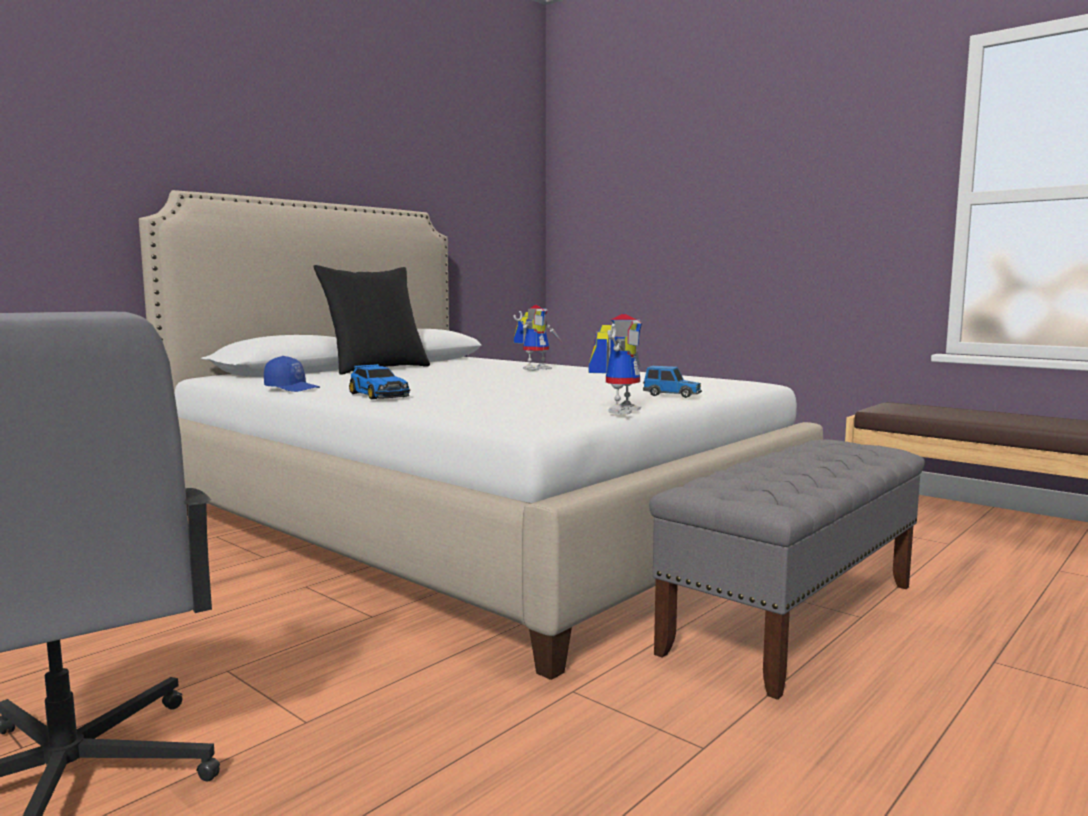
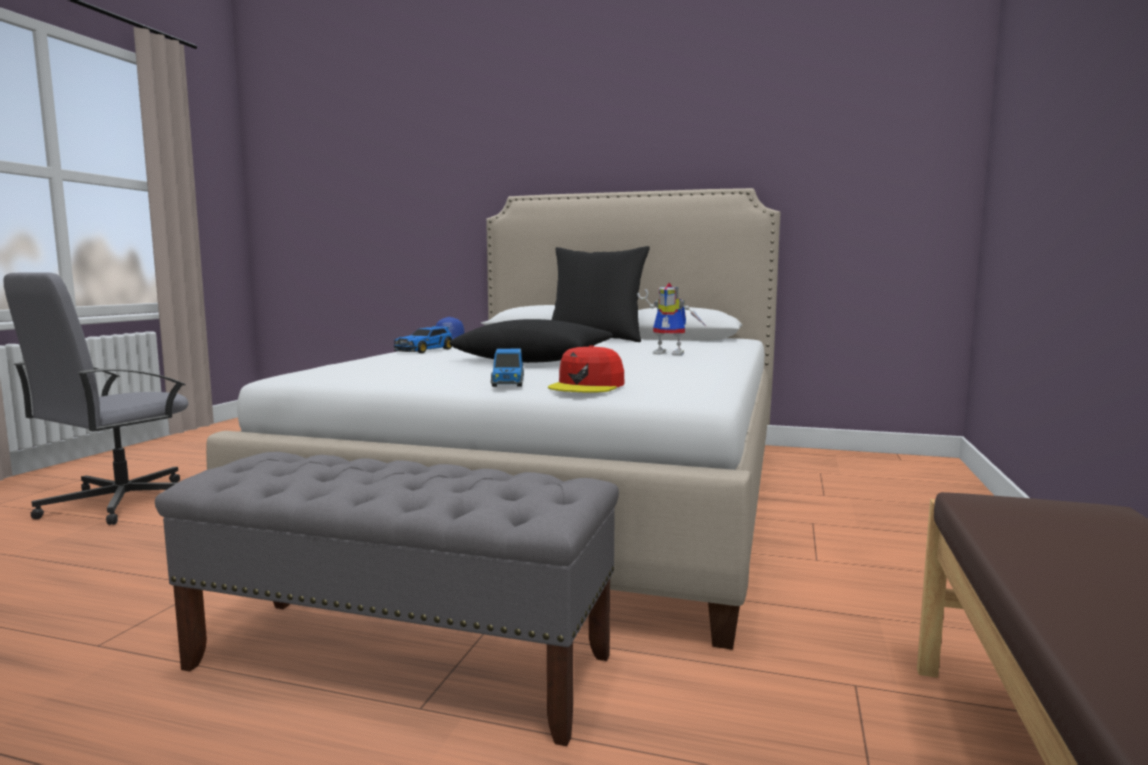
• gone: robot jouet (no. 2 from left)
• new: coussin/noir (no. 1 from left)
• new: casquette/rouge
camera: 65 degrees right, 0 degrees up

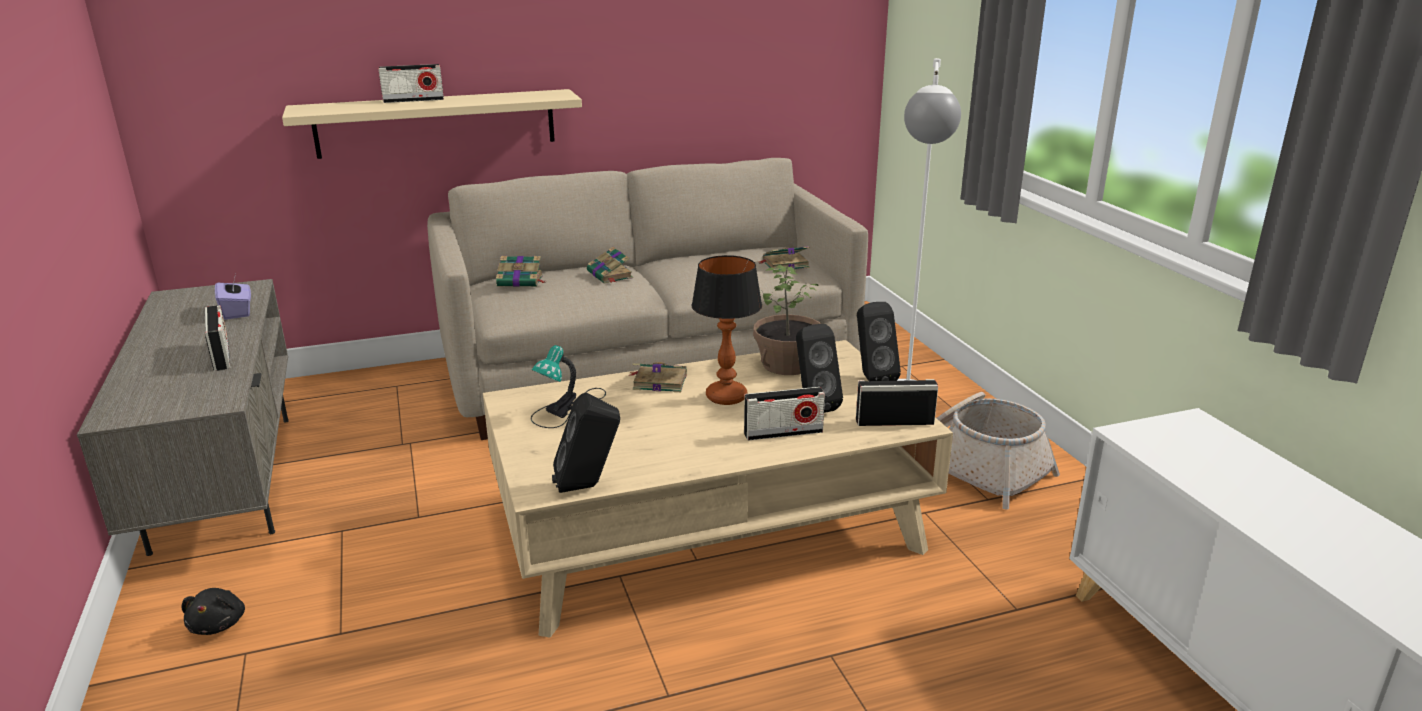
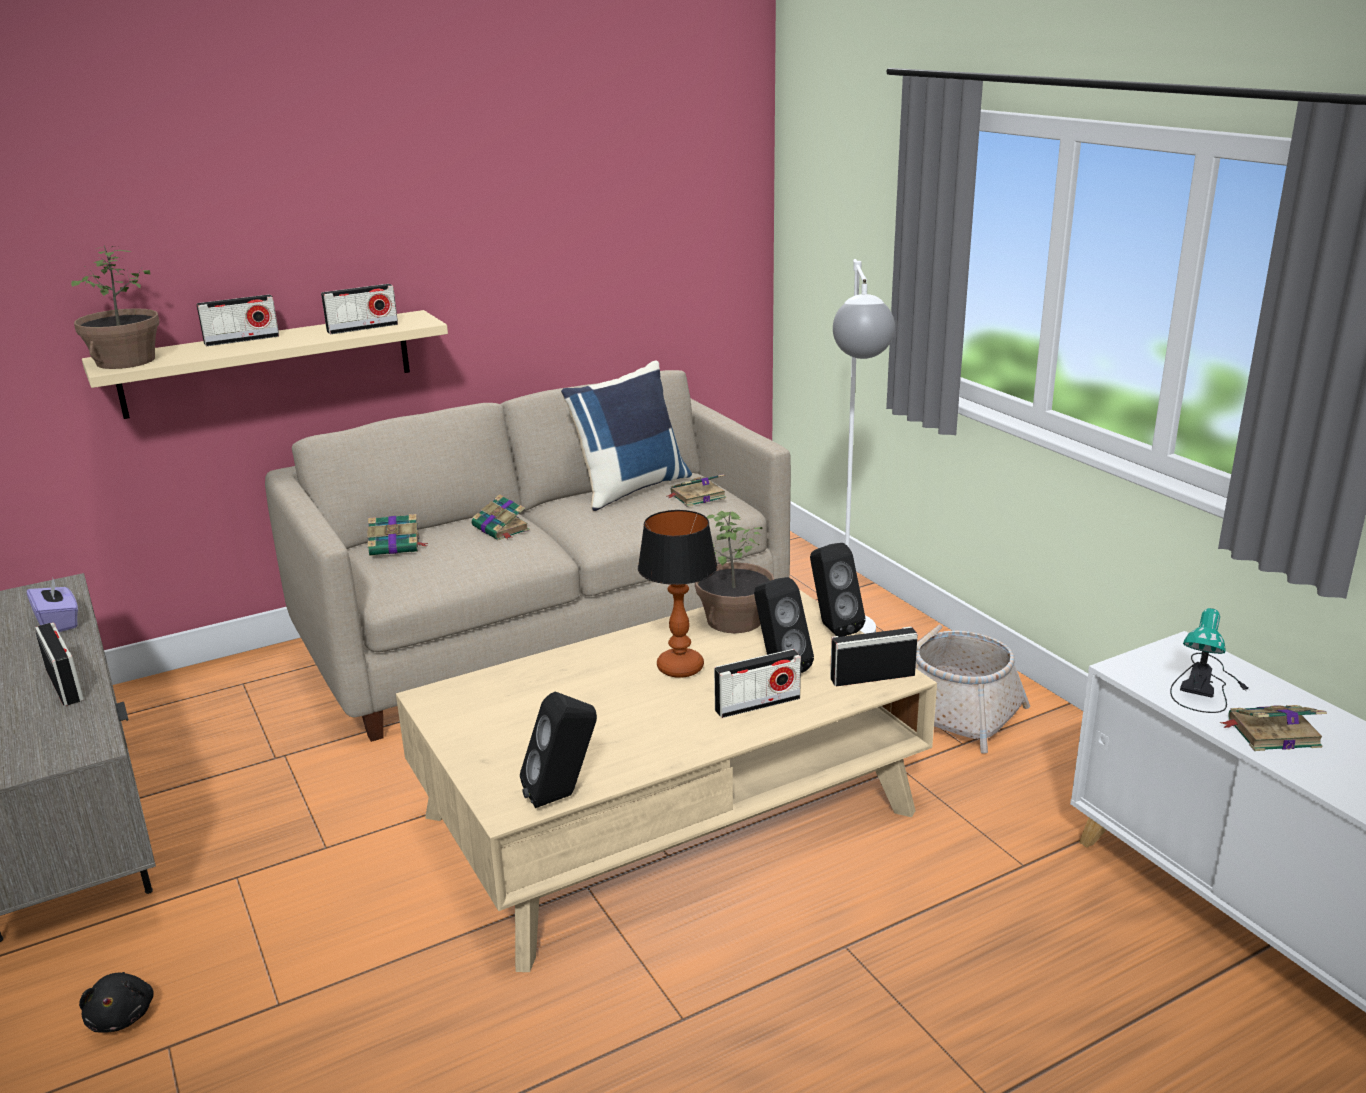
• shifted: lampe de table (no. 1 from left in the first image) to lampe de table (no. 2 from left)
• shifted: livre (no. 3 from left in the first image) to livre (no. 4 from left)
• new: plante en pot (no. 1 from left)
• new: radio (no. 3 from left)
• new: coussin/bleu
camera: 10 degrees left, 0 degrees up

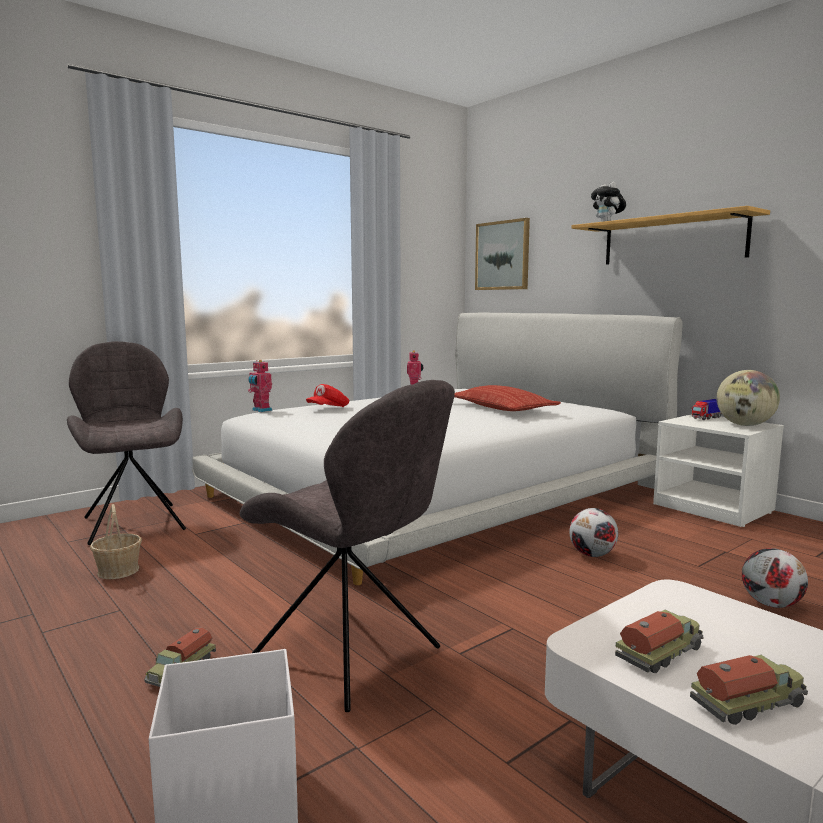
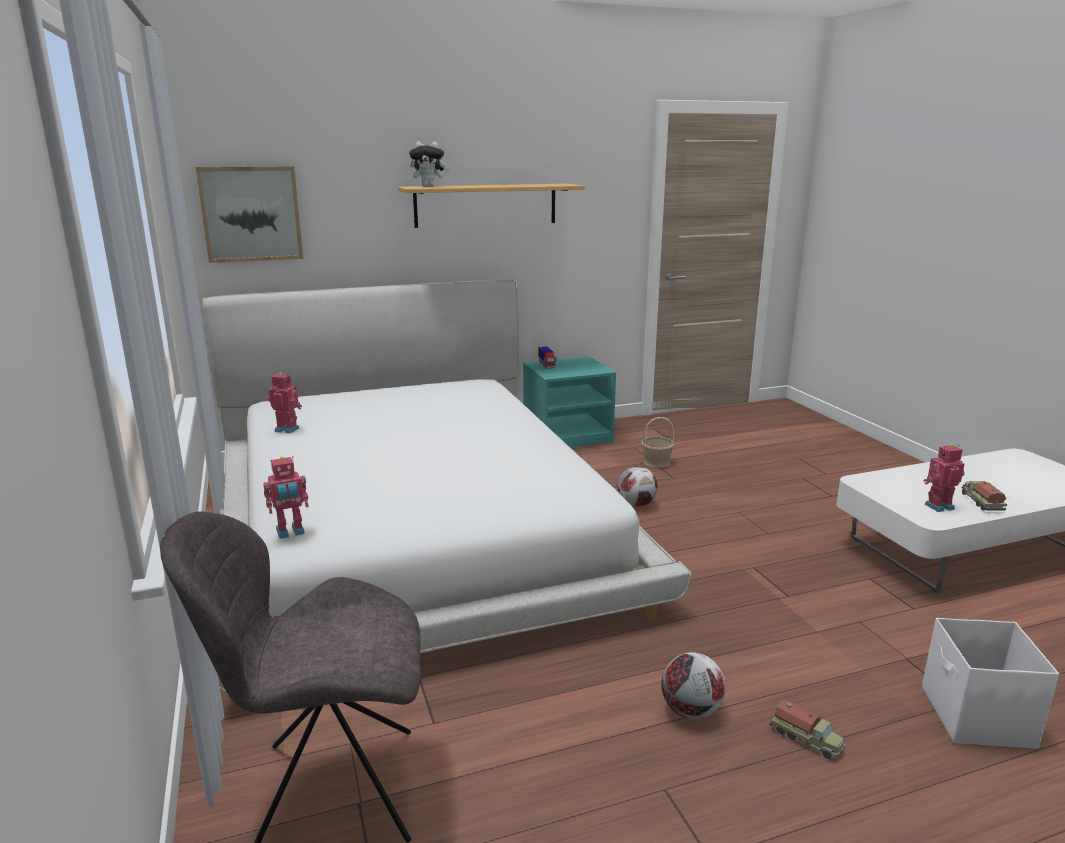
• shifted: panier
• gone: chaise/gris (no. 2 from left)
• gone: casquette/rouge
• gone: coussin
• swapped: camion jouet (no. 2 from left) to robot jouet (no. 3 from left)
• repainted: table de chevet/blanc to table de chevet/turquoise
• gone: globe
• shifted: ballon de foot (no. 2 from left)
camera: 70 degrees left, 10 degrees up

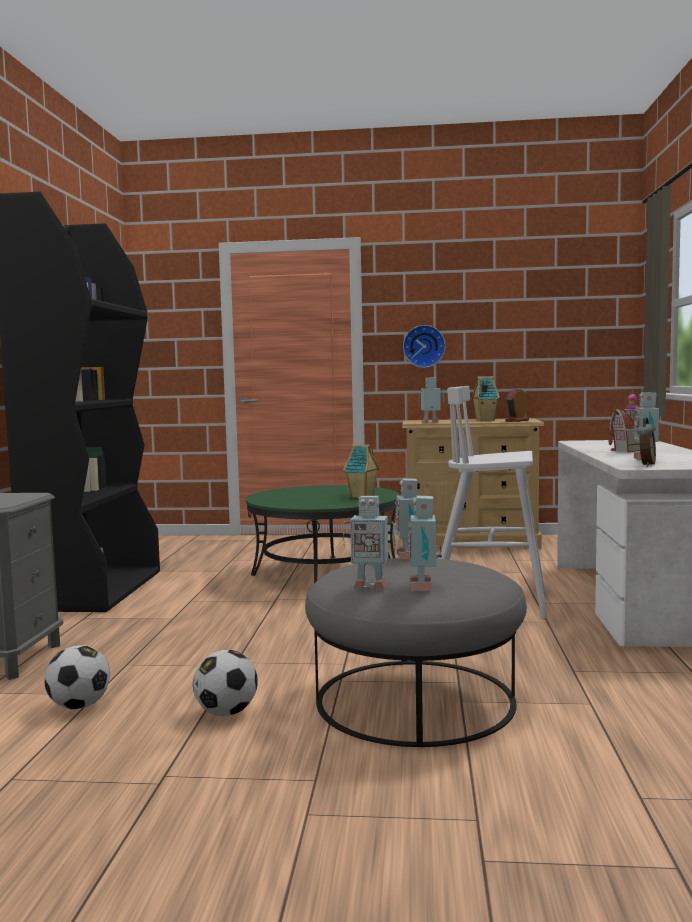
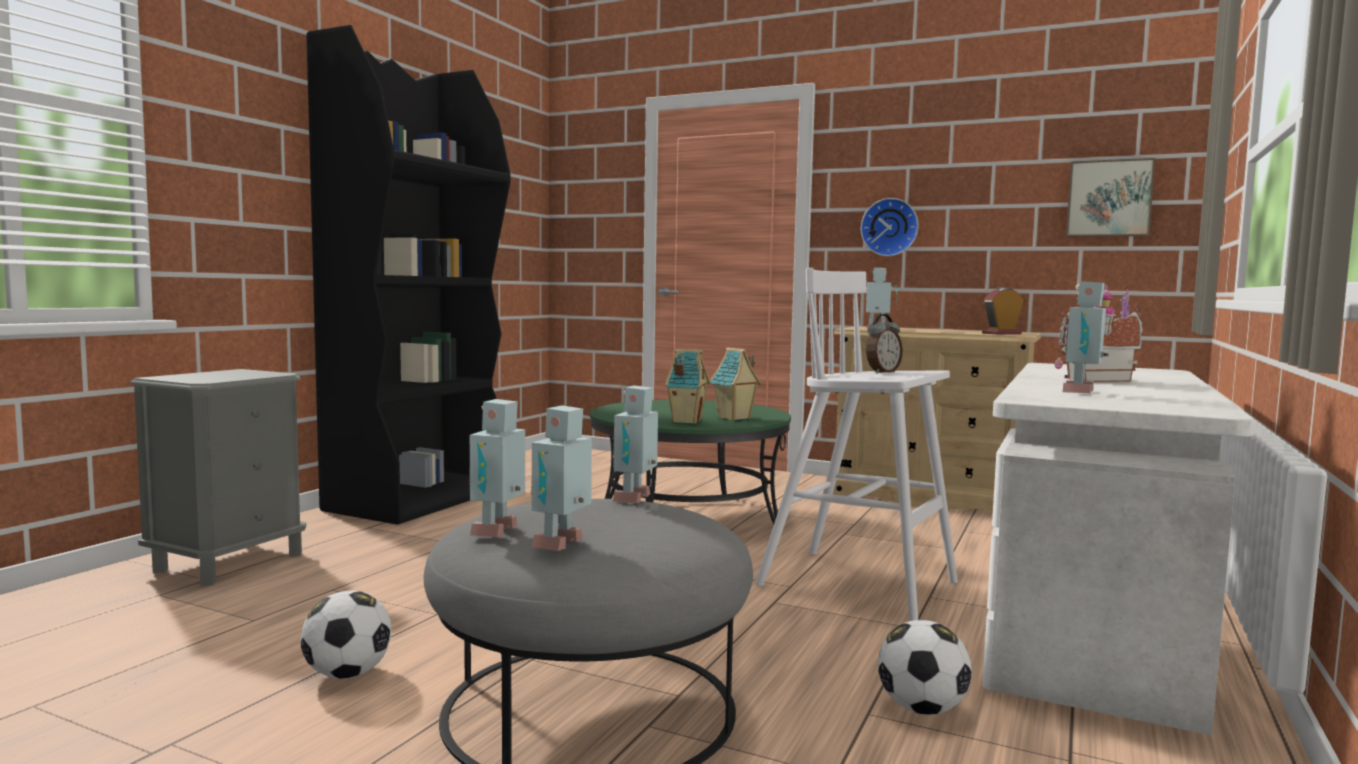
• shifted: ballon de foot (no. 1 from left in the first image) to ballon de foot (no. 2 from left)
• rotated: robot jouet (no. 1 from left) 75 degrees clockwise
• shifted: maison miniature (no. 2 from left in the first image) to maison miniature (no. 1 from left)
• shifted: réveil (no. 2 from left in the first image) to réveil (no. 1 from left)
• new: tableau
camera: 20 degrees right, 0 degrees up

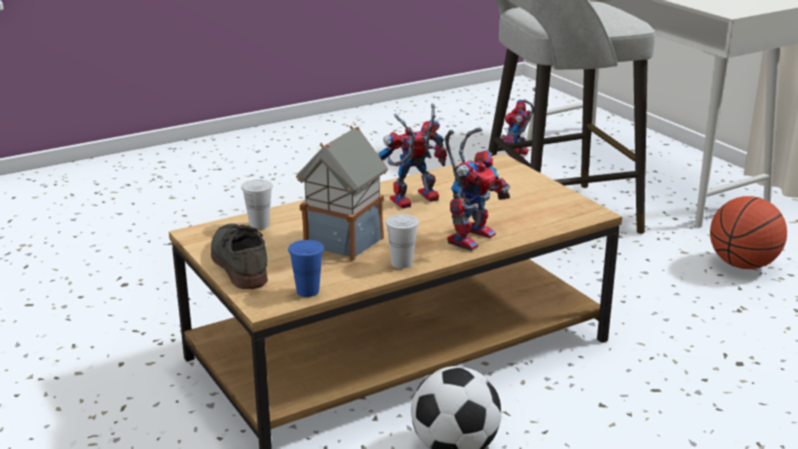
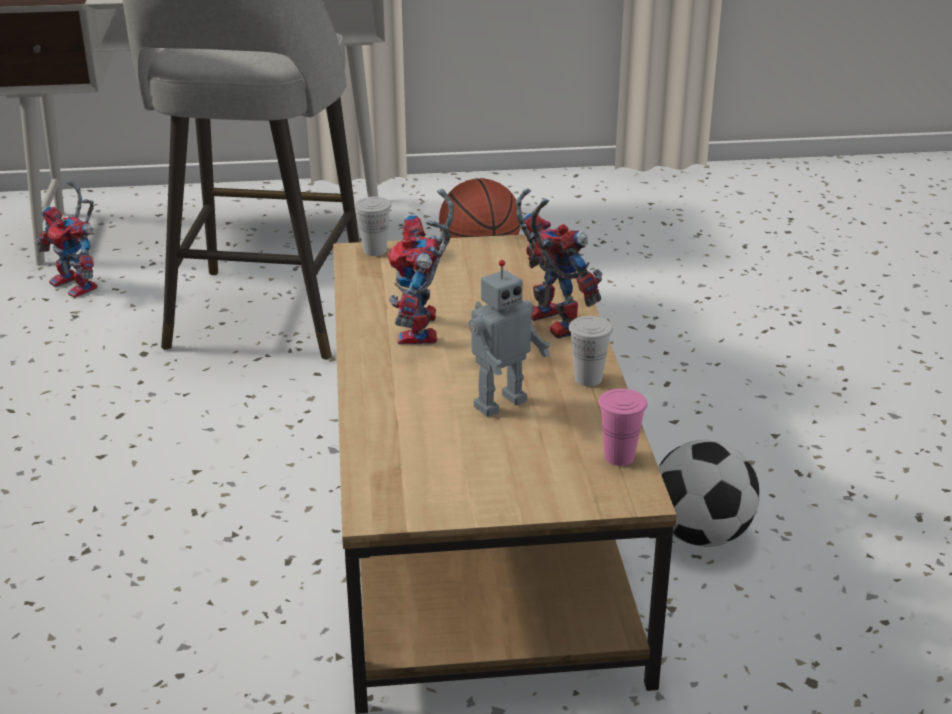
• gone: chaussure/gris
• shifted: tasse/blanc (no. 1 from left)
• repainted: tasse/bleu to tasse/rose
• swapped: maison miniature to robot jouet (no. 3 from left)
camera: 65 degrees left, 5 degrees up

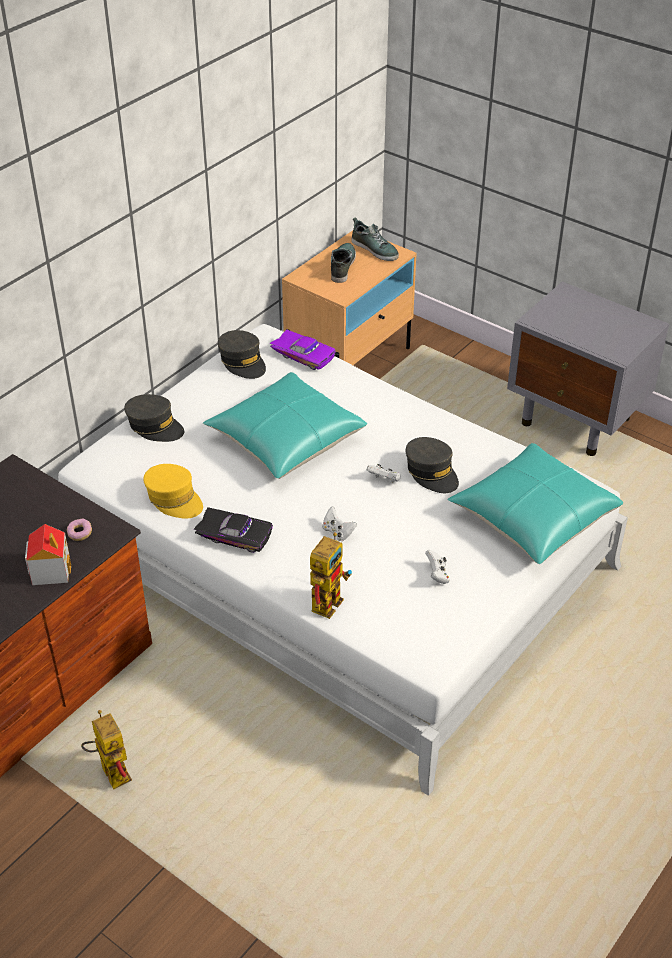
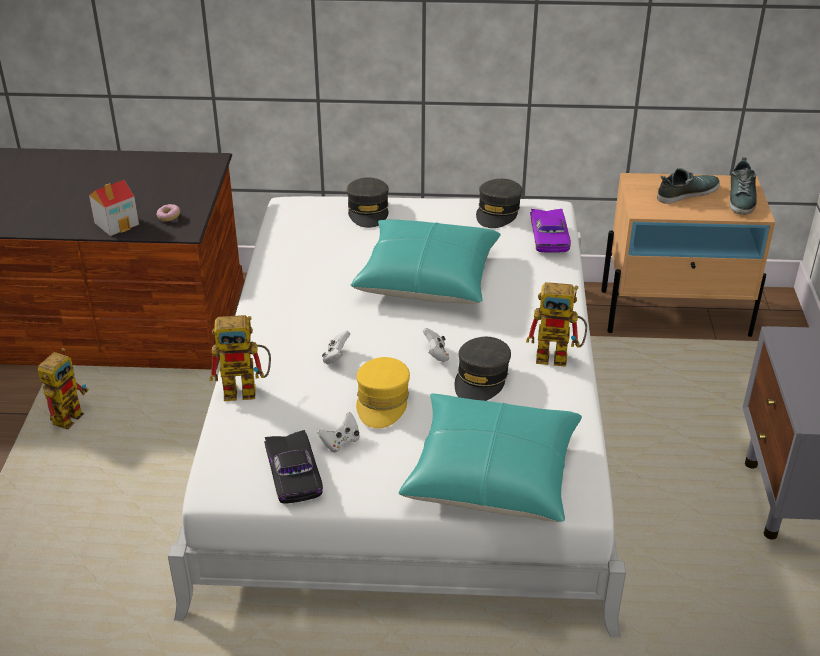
• shifted: casquette/jaune
• shifted: petite voiture/noir
• new: robot jouet (no. 3 from left)
camera: 55 degrees right, 5 degrees down

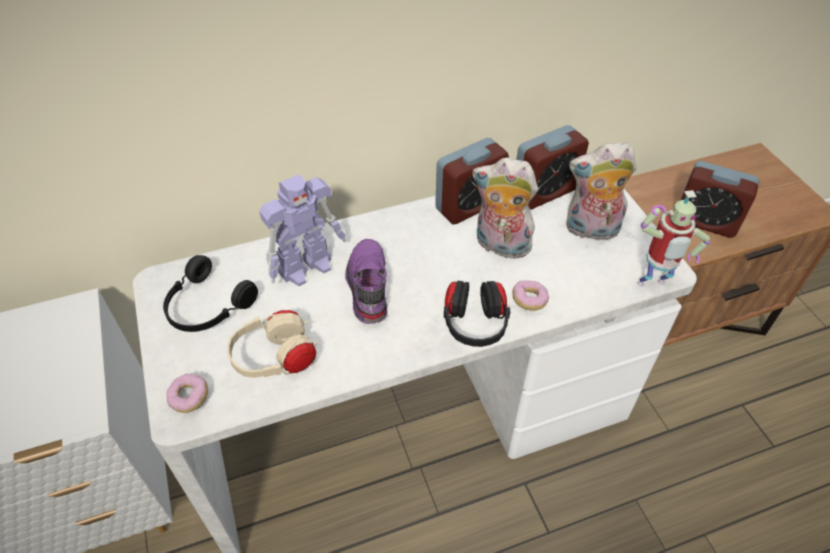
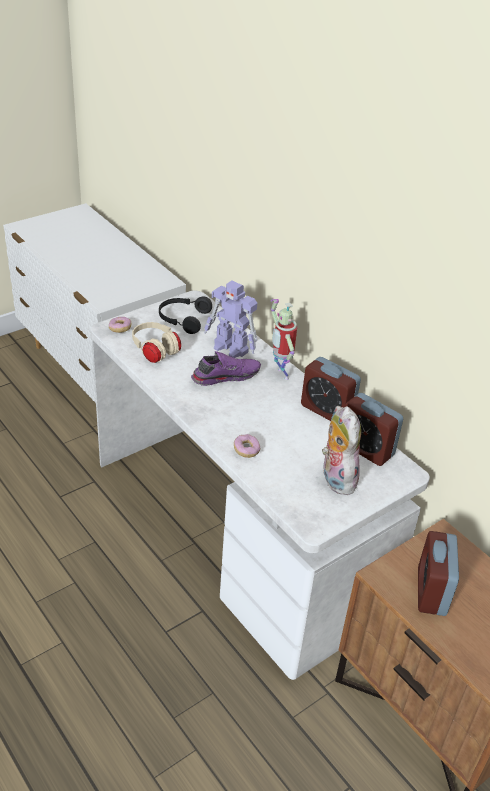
• gone: casque audio/noir (no. 2 from left)
• gone: peluche (no. 1 from left)
• shifted: robot jouet (no. 2 from left)
camera: 70 degrees right, 10 degrees down

